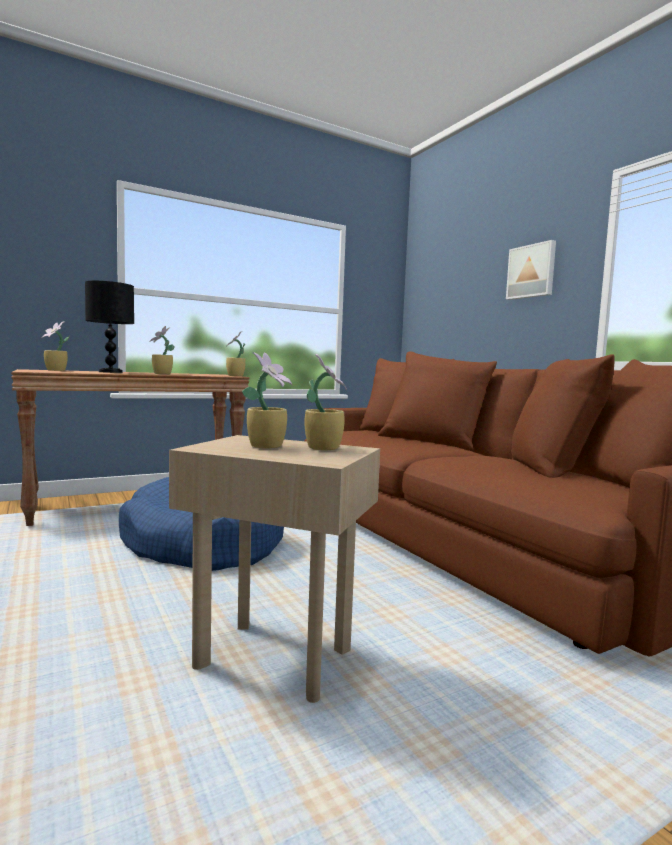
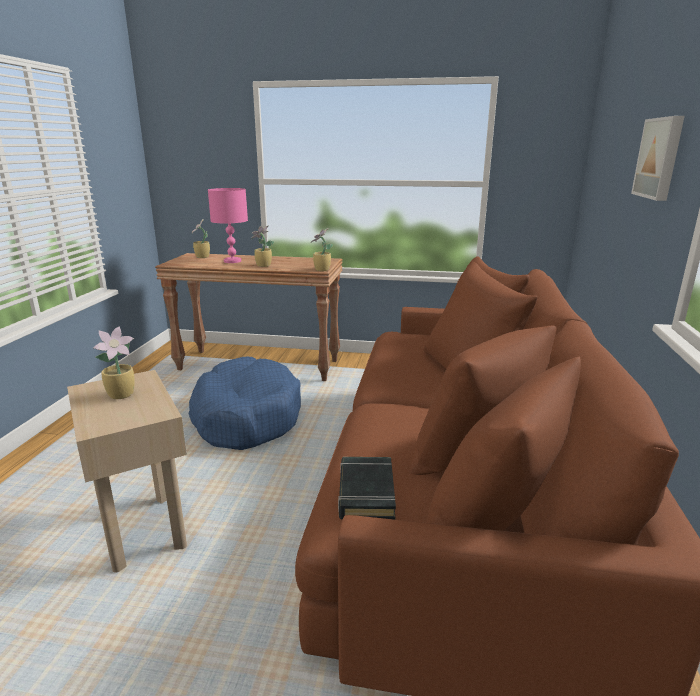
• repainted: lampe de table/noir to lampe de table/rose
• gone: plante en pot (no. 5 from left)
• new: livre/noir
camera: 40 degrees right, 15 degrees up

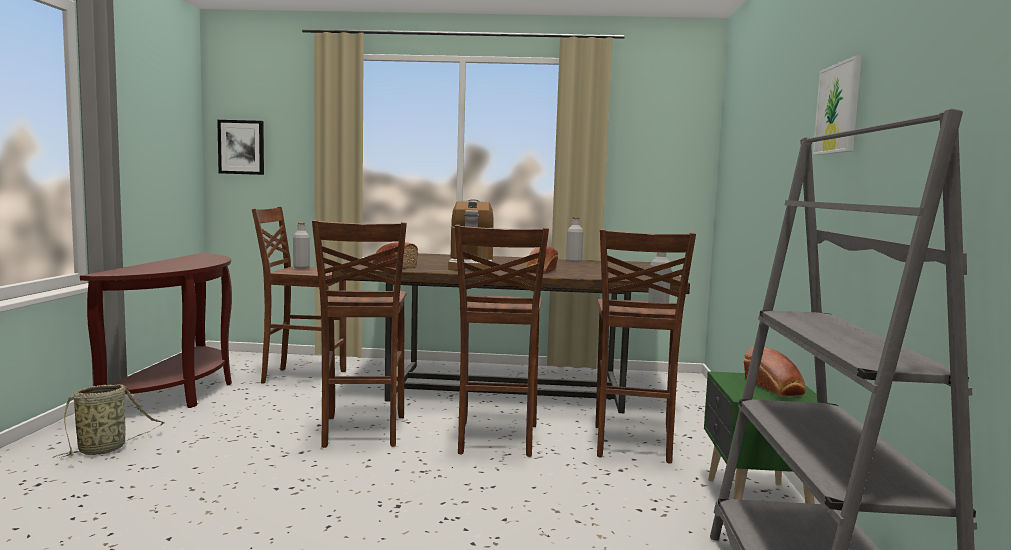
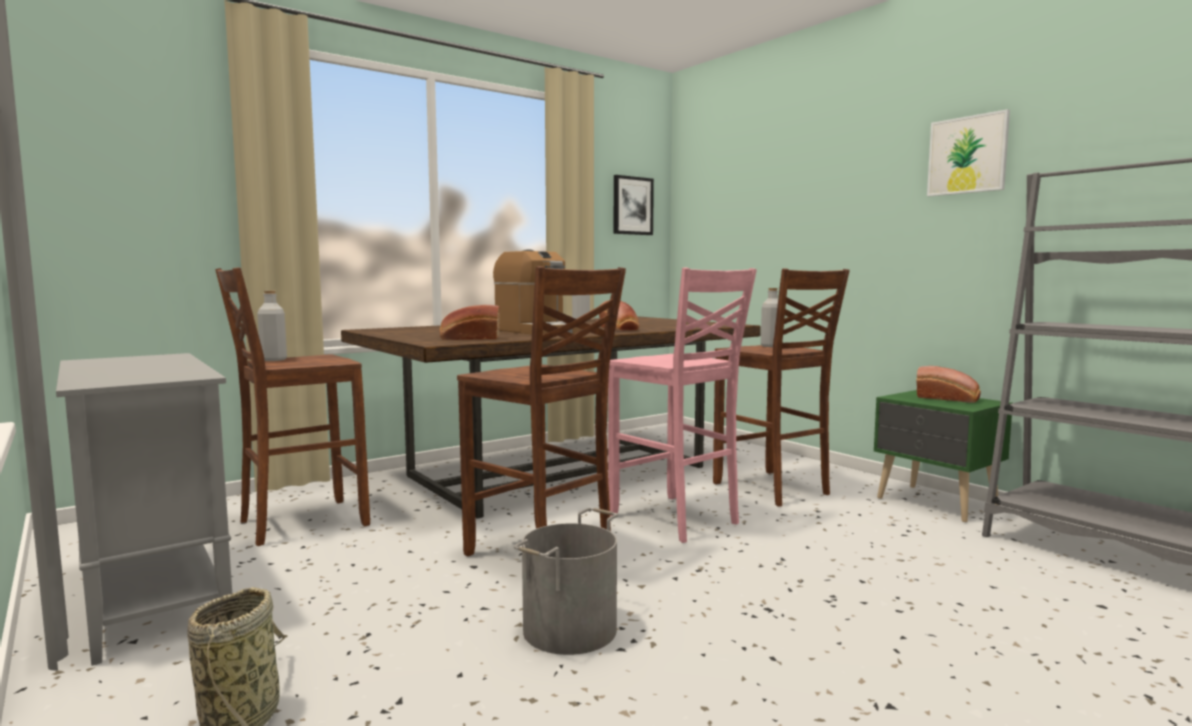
• swapped: table console/marron to meuble de rangement/gris
• shifted: tableau (no. 1 from left)
• repainted: tabouret/marron (no. 3 from left) to tabouret/rose
• new: seau/gris
camera: 40 degrees left, 0 degrees up

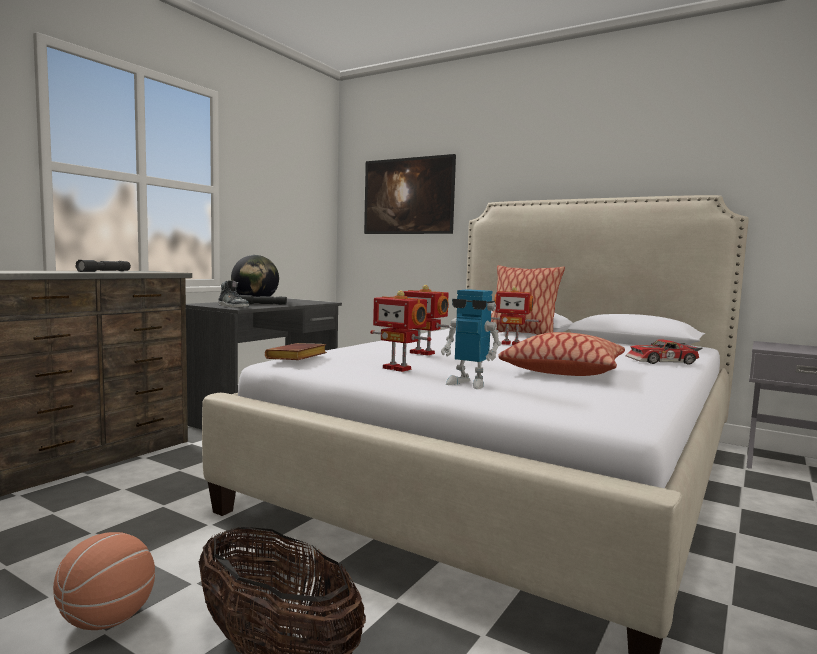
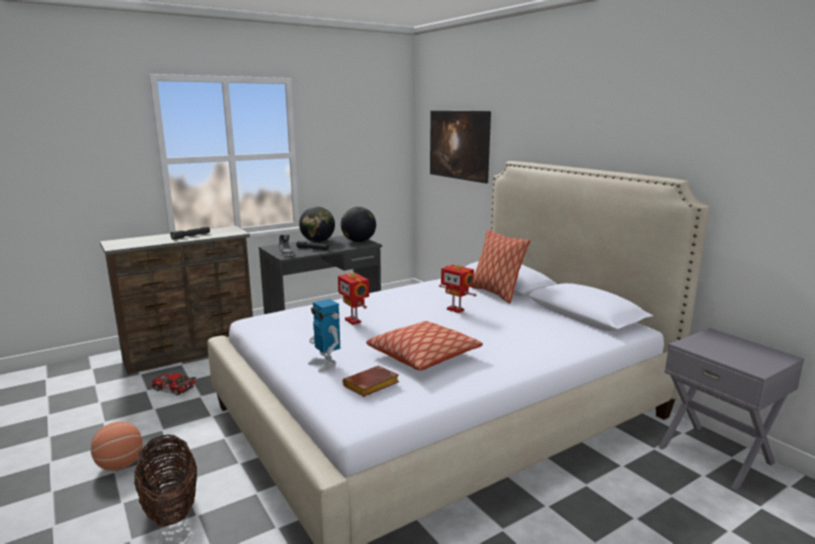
• shifted: livre/marron
• gone: robot jouet (no. 1 from left)
• shifted: petite voiture
• new: globe (no. 2 from left)
camera: 25 degrees right, 10 degrees up

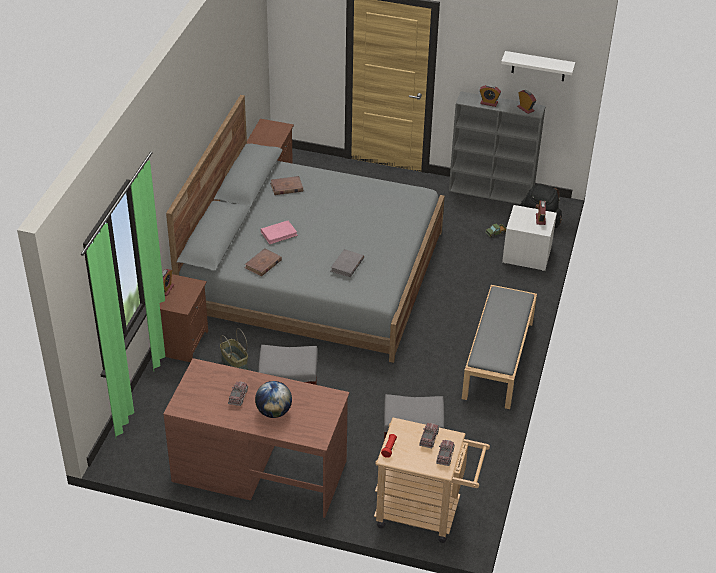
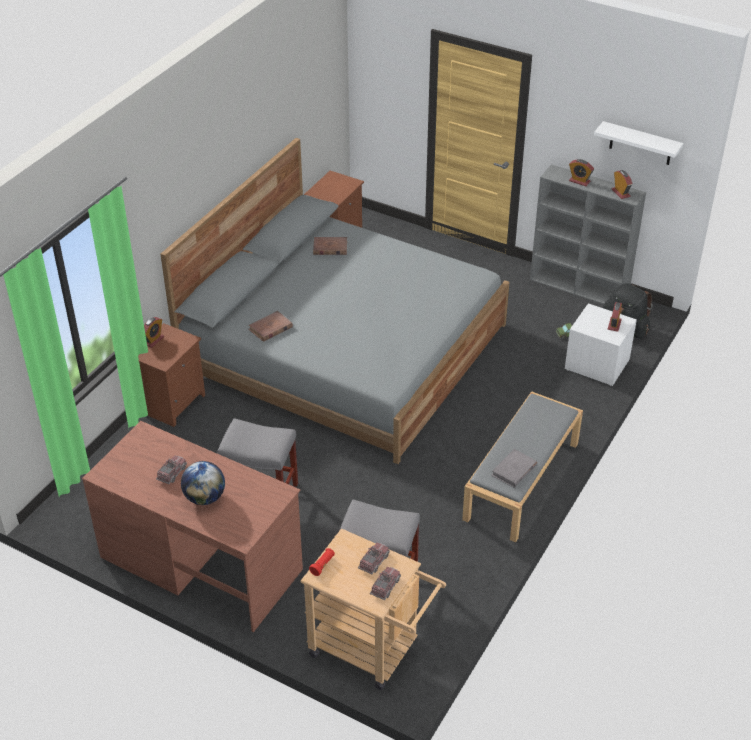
• gone: panier
• gone: livre/rose
• shifted: livre/gris
camera: 15 degrees right, 0 degrees up

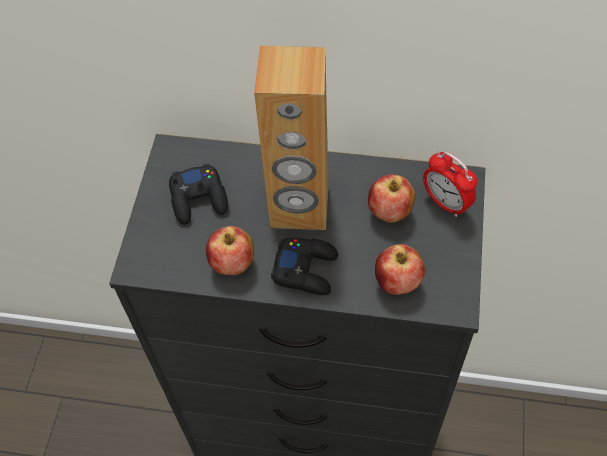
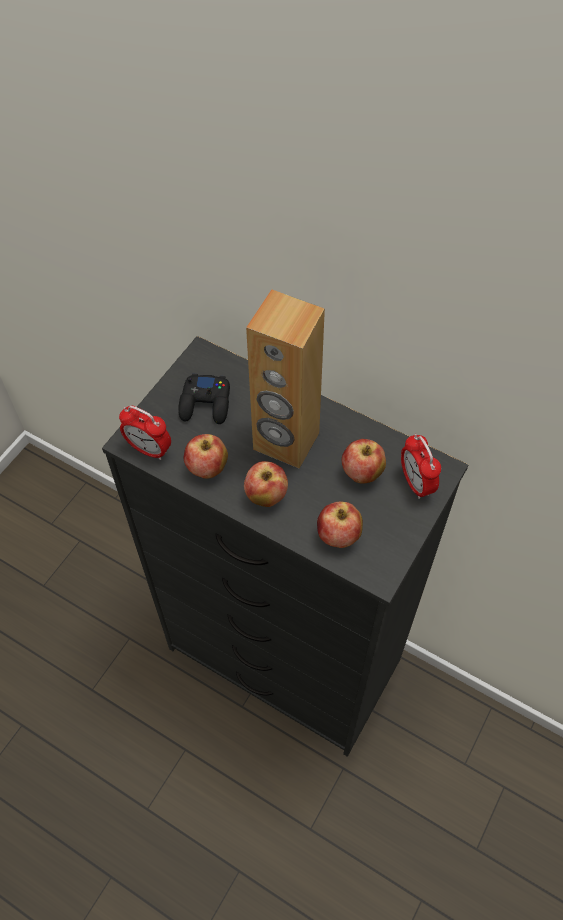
• swapped: manette/noir (no. 2 from left) to pomme (no. 2 from left)
• new: réveil (no. 1 from left)
camera: 20 degrees right, 0 degrees up

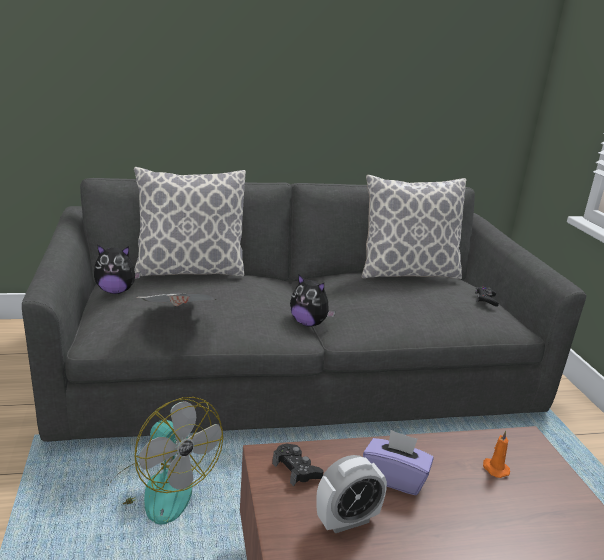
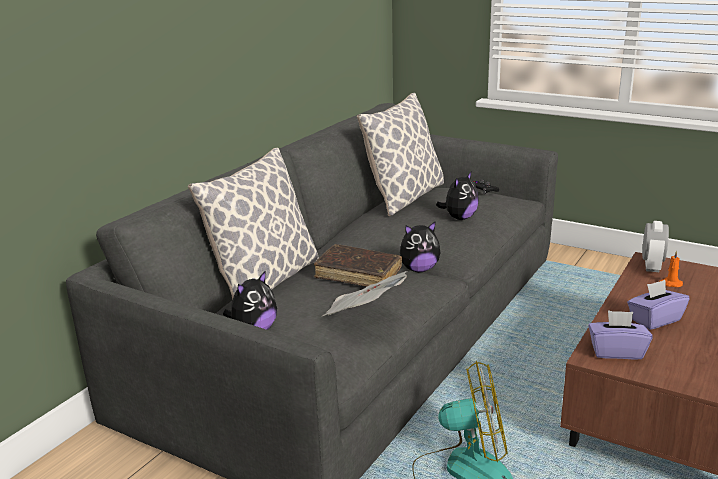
• swapped: manette/noir (no. 1 from left) to boîte à mouchoirs/violet (no. 1 from left)
• shifted: réveil
• new: livre/marron
• new: peluche (no. 3 from left)
camera: 45 degrees left, 0 degrees up

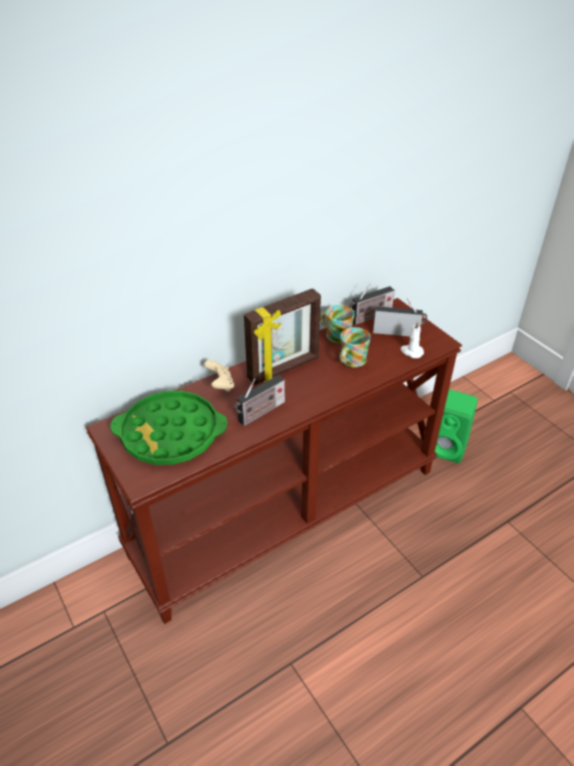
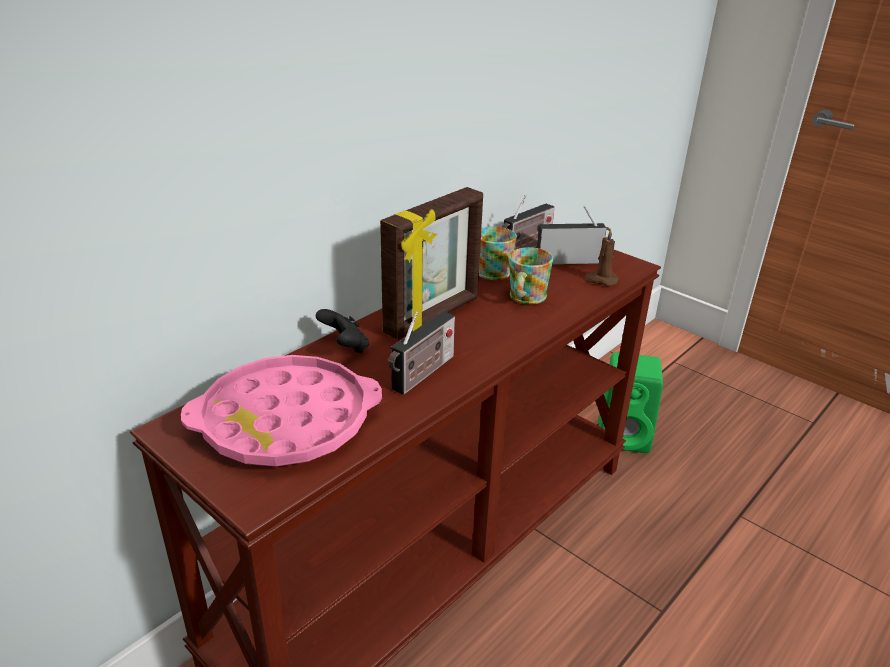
• repainted: plateau/vert to plateau/rose
• repainted: manette/beige to manette/noir
• repainted: bougie/blanc to bougie/marron
camera: 15 degrees left, 10 degrees down

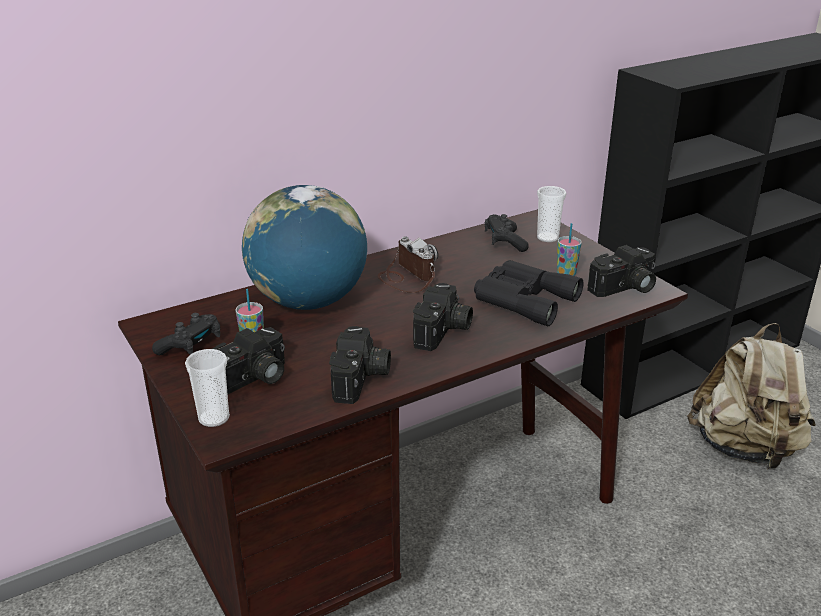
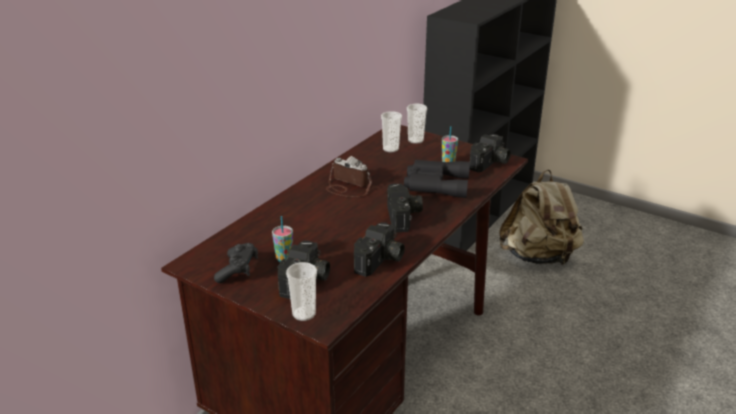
• gone: globe
• rotated: appareil photo (no. 2 from left in the first image) 45 degrees clockwise
• swapped: manette/noir (no. 2 from left) to tasse (no. 3 from left)
camera: 25 degrees left, 0 degrees up

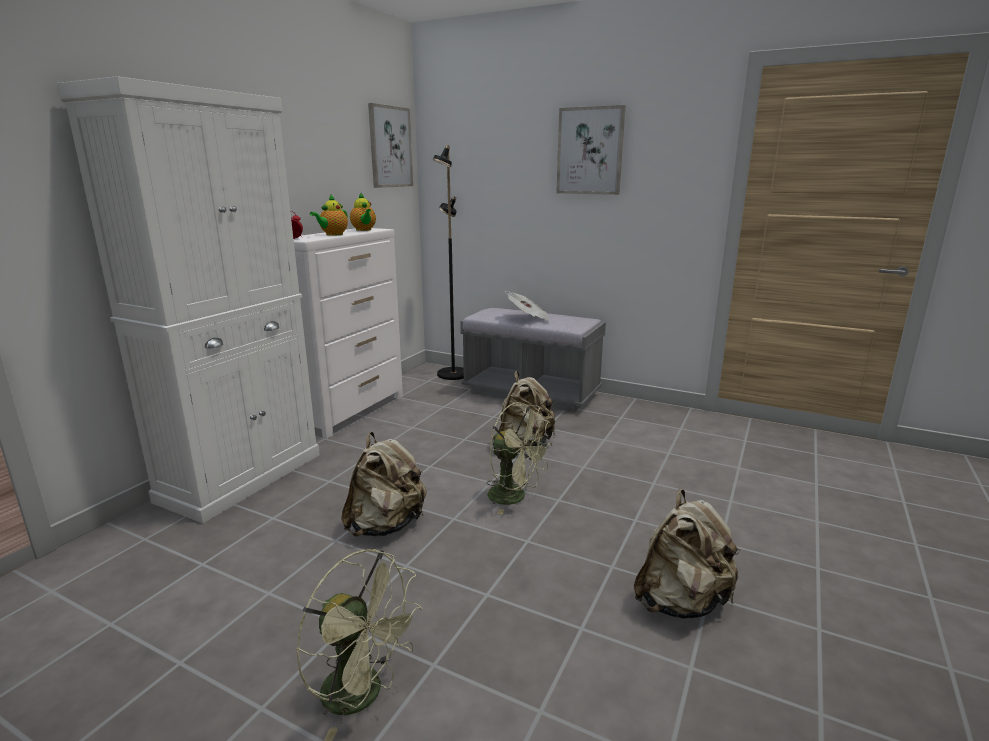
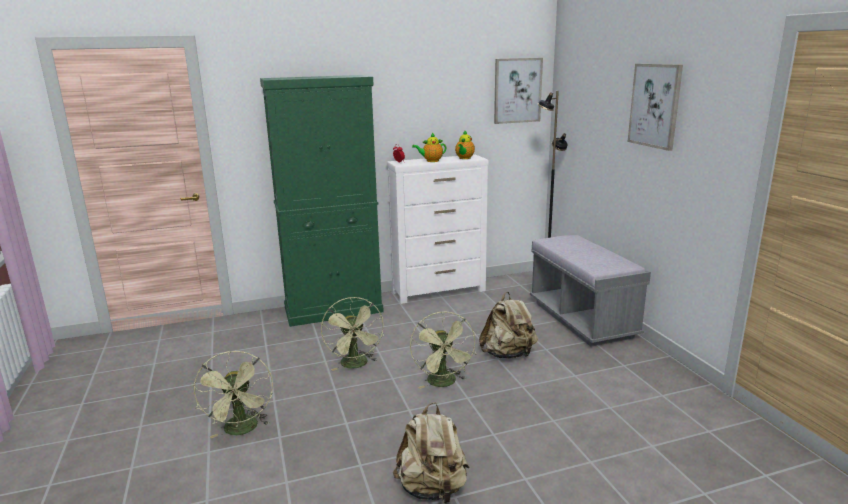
• repainted: meuble de rangement/blanc to meuble de rangement/vert
• swapped: sac à dos/beige (no. 1 from left) to ventilateur/vert (no. 2 from left)
• gone: journal
camera: 45 degrees right, 0 degrees up

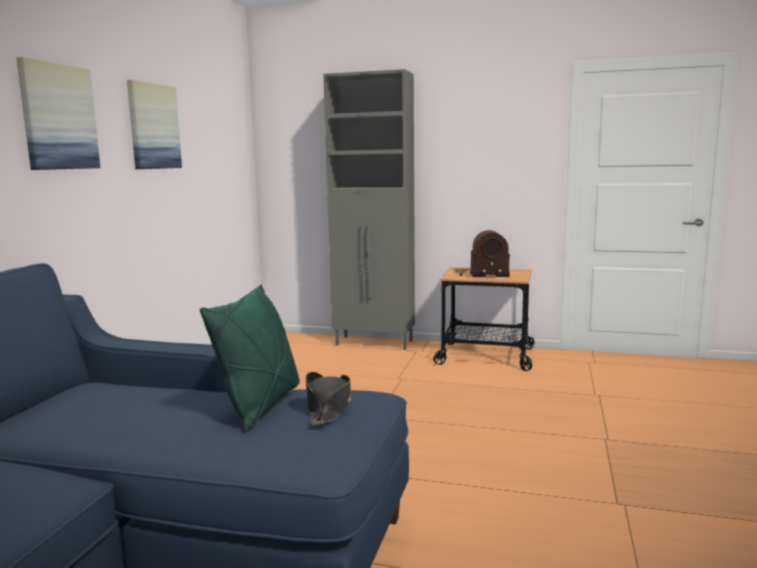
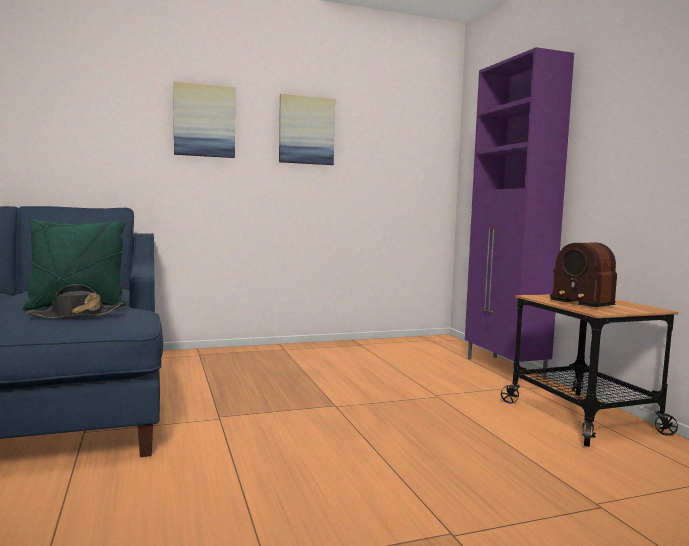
• repainted: meuble de rangement/gris to meuble de rangement/violet
camera: 55 degrees right, 5 degrees down

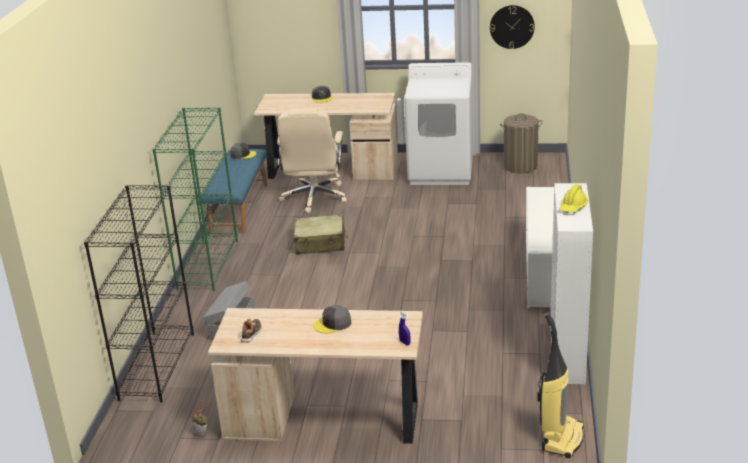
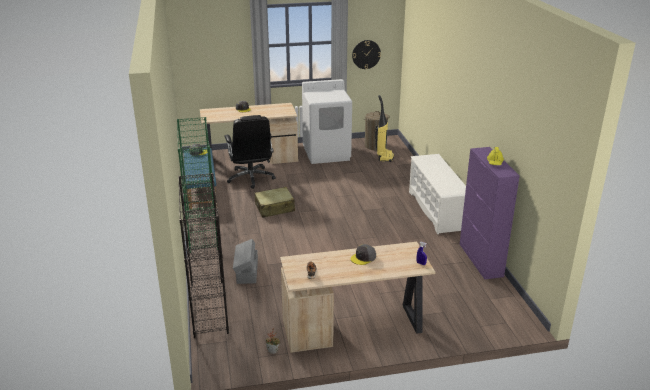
• repainted: chaise de bureau/beige to chaise de bureau/noir
• shifted: aspirateur
• repainted: meuble de rangement/blanc to meuble de rangement/violet
camera: 20 degrees left, 0 degrees up

